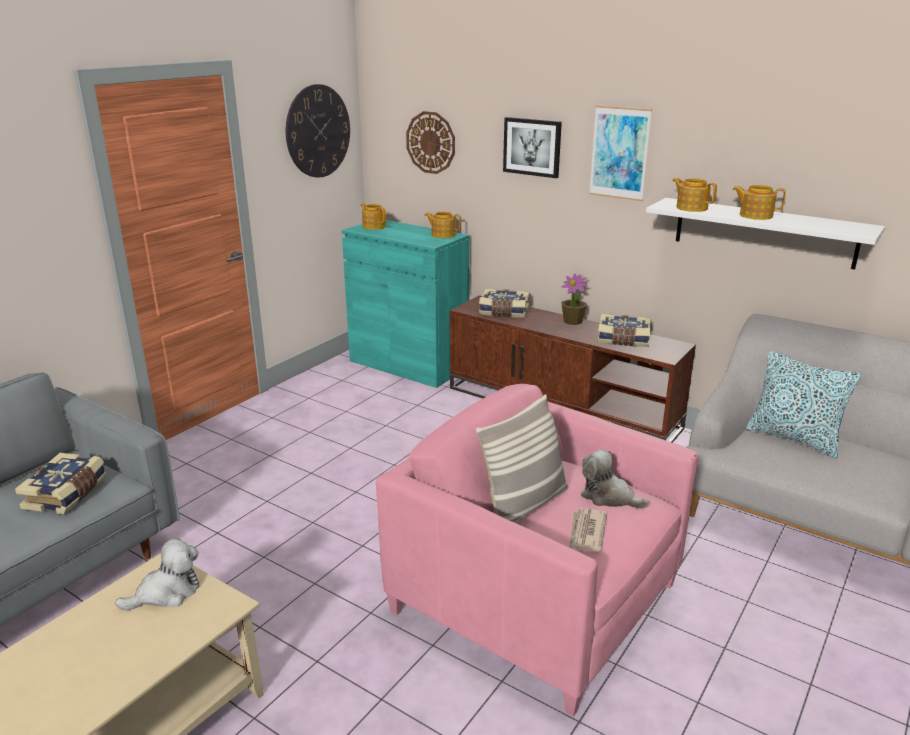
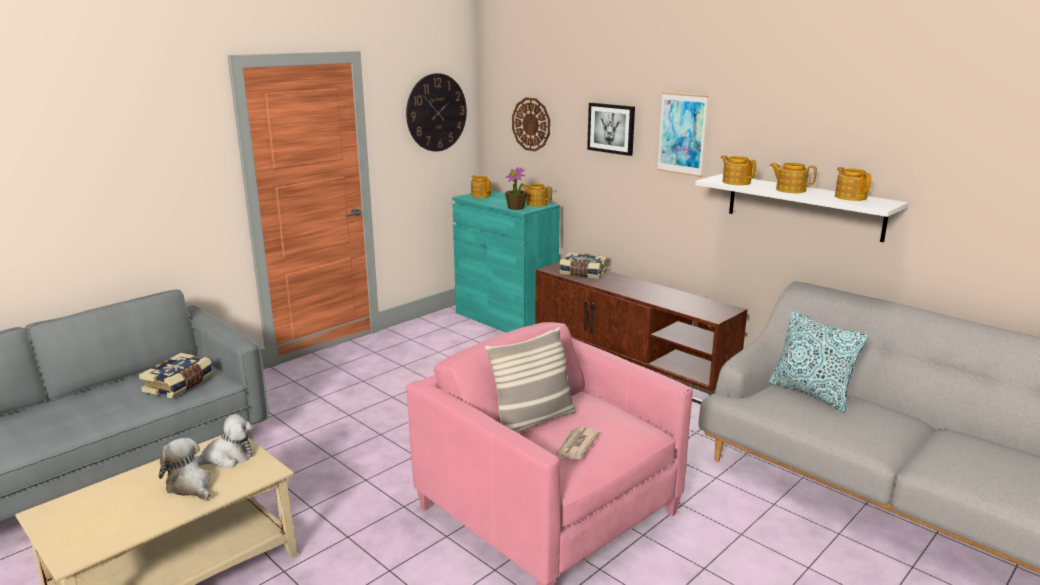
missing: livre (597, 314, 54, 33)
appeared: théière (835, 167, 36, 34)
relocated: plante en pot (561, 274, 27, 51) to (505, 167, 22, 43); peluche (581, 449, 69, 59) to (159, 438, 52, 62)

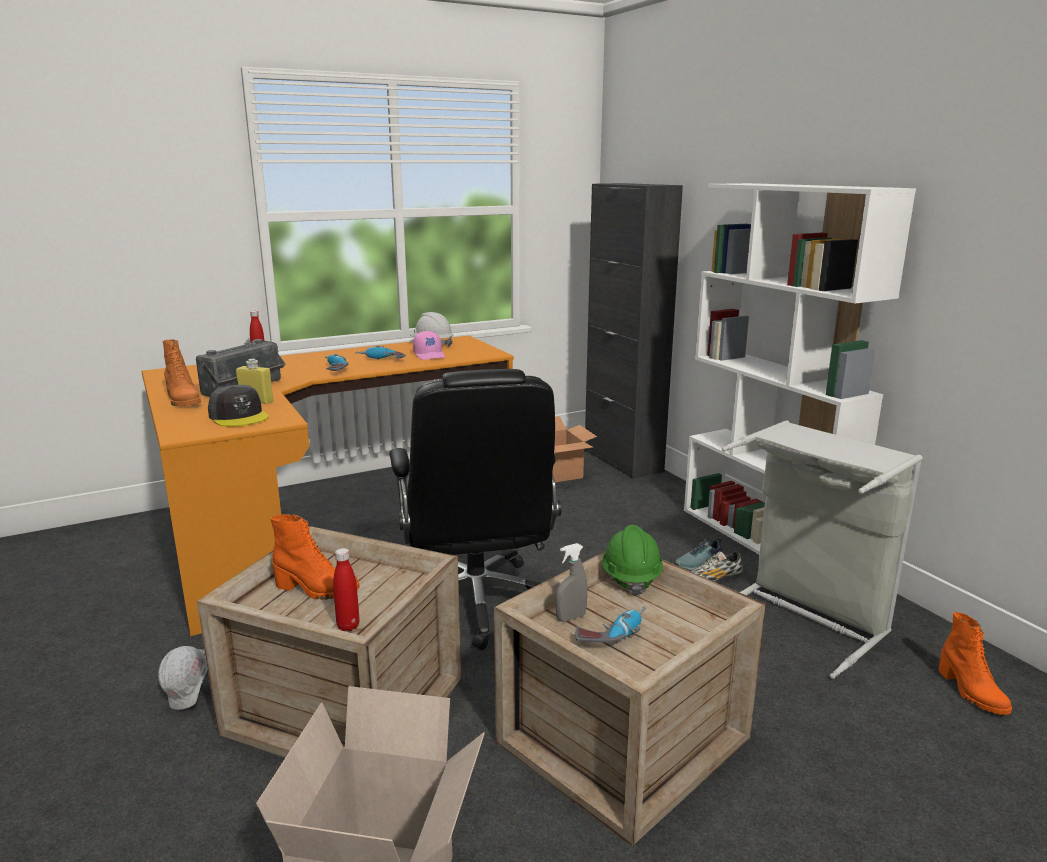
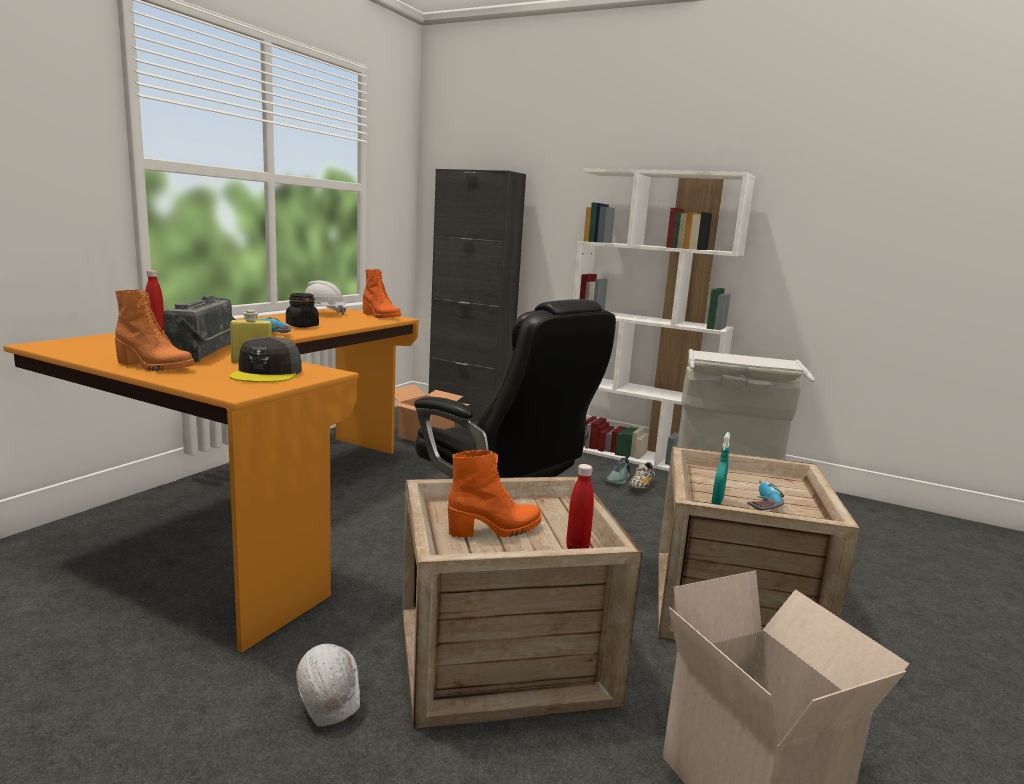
missing: casquette (rose) (413, 331, 32, 29); casque de chantier (vert) (602, 525, 61, 71)
relocated: botte (orange) (939, 612, 73, 103) to (363, 269, 38, 49)
exchanged: perceuse (356, 346, 50, 13) to bocal (noir) (286, 293, 33, 35)
colour: vaporisateur (gris) (555, 543, 33, 79) to vaporisateur (turquoise) (712, 432, 18, 73)
spun: casquette (gris) (208, 385, 61, 42) = (229, 336, 73, 46) 75 degrees clockwise

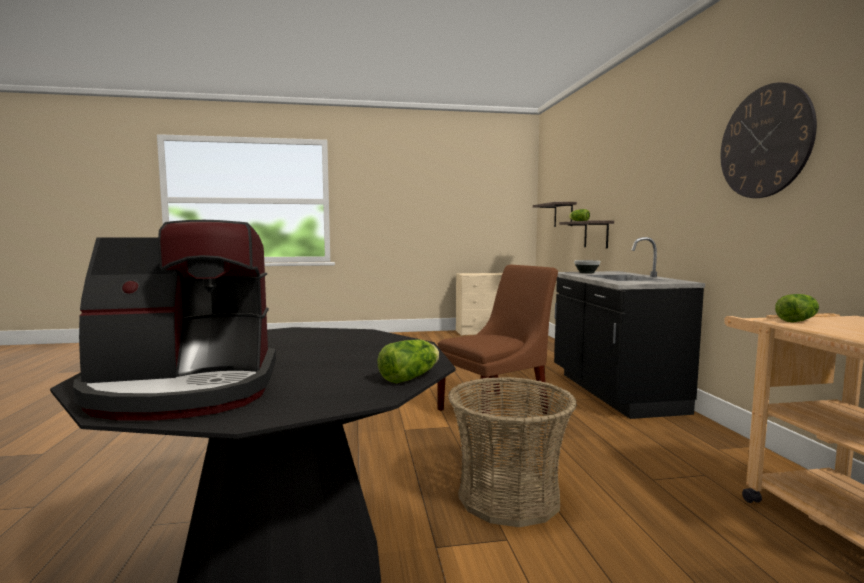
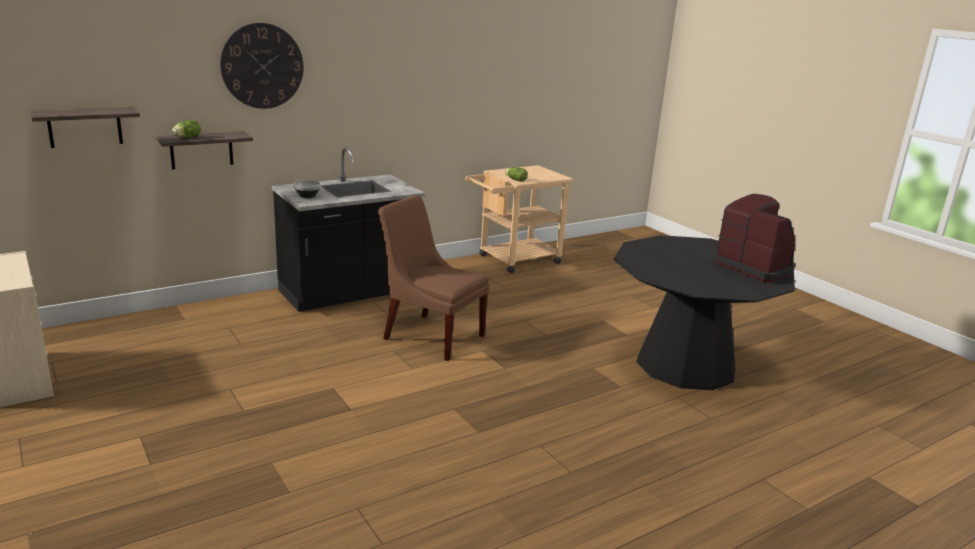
missing: laitue (377, 339, 62, 44); panier (448, 377, 129, 150)
relocated: horloge murale (721, 83, 96, 115) to (220, 23, 84, 86)

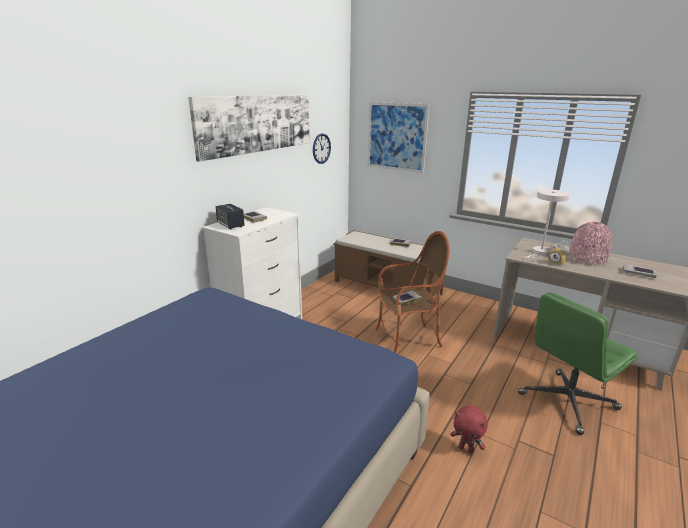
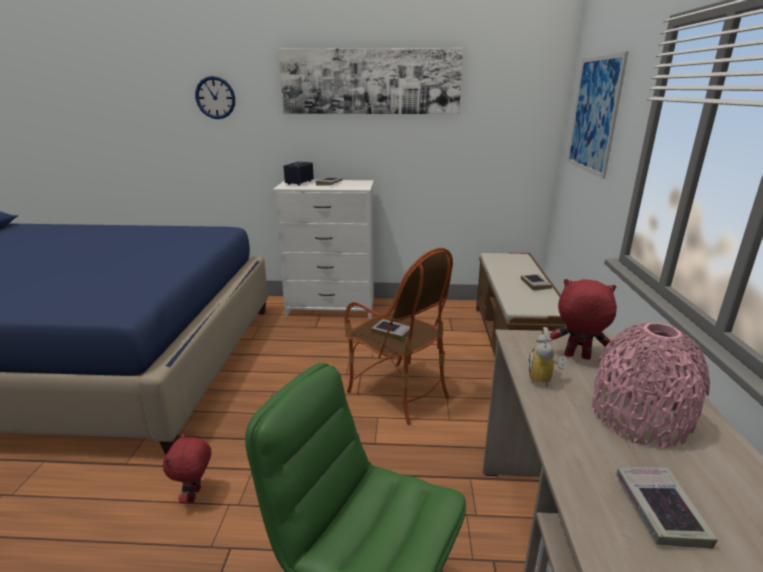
relocated: horloge murale (313, 133, 18, 31) to (195, 76, 40, 43)
exchanged: lampe de table (blanc) (524, 189, 46, 70) to peluche (rouge) (550, 279, 67, 81)

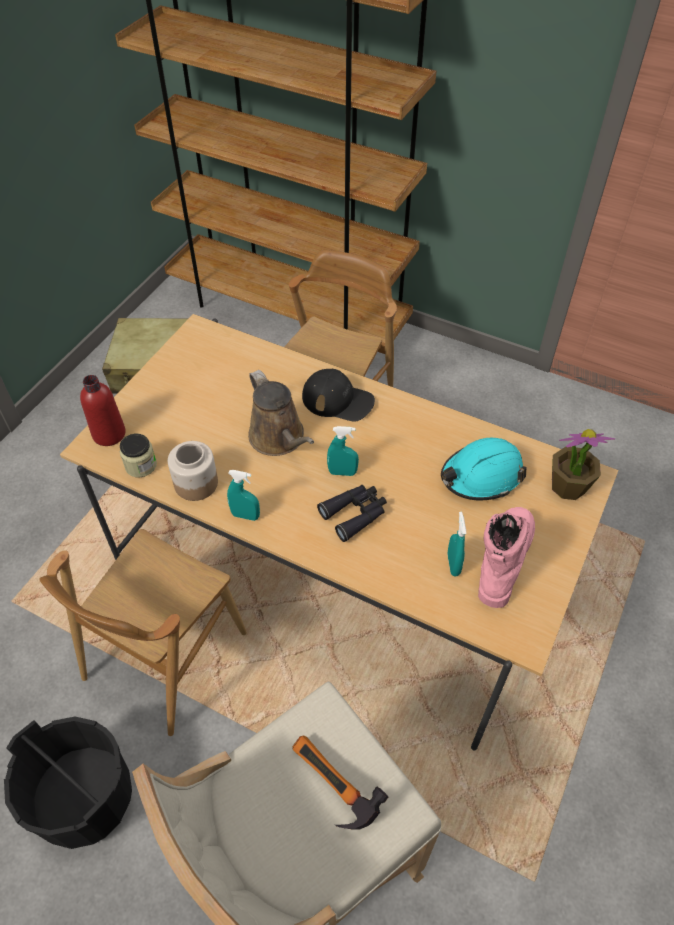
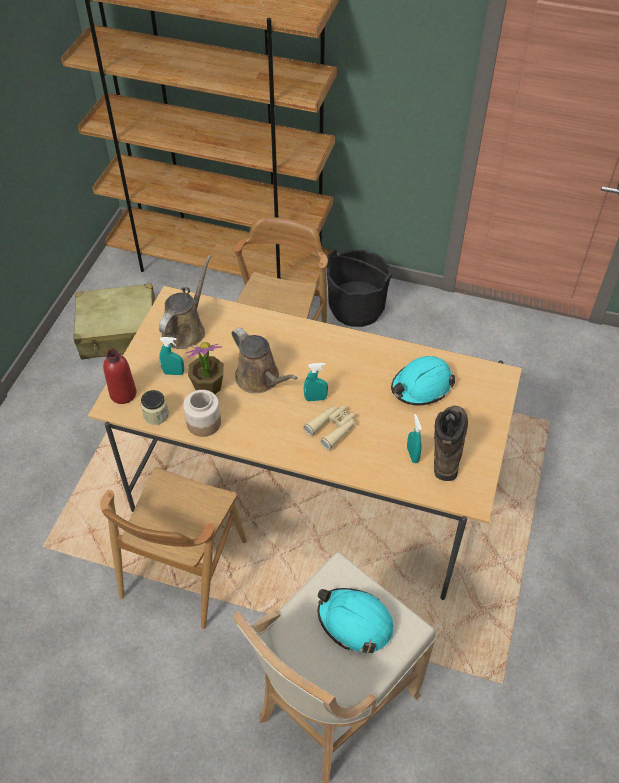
missing: casquette (noir) (302, 369, 73, 53)
appeared: arrosoir (marron) (159, 255, 52, 94)
relocated: seau (noir) (4, 717, 128, 132) to (327, 249, 67, 78); vaporisateur (turquoise) (227, 470, 33, 51) to (159, 337, 25, 38); plante en pot (552, 429, 64, 71) to (186, 342, 38, 52)
exchanged: marteau (292, 735, 96, 95) to casque de chantier (turquoise) (318, 588, 76, 65)
colour: jumelles (noir) (317, 485, 70, 57) to jumelles (beige) (303, 405, 52, 45); botte (rose) (478, 507, 57, 101) to botte (marron) (434, 406, 34, 75)

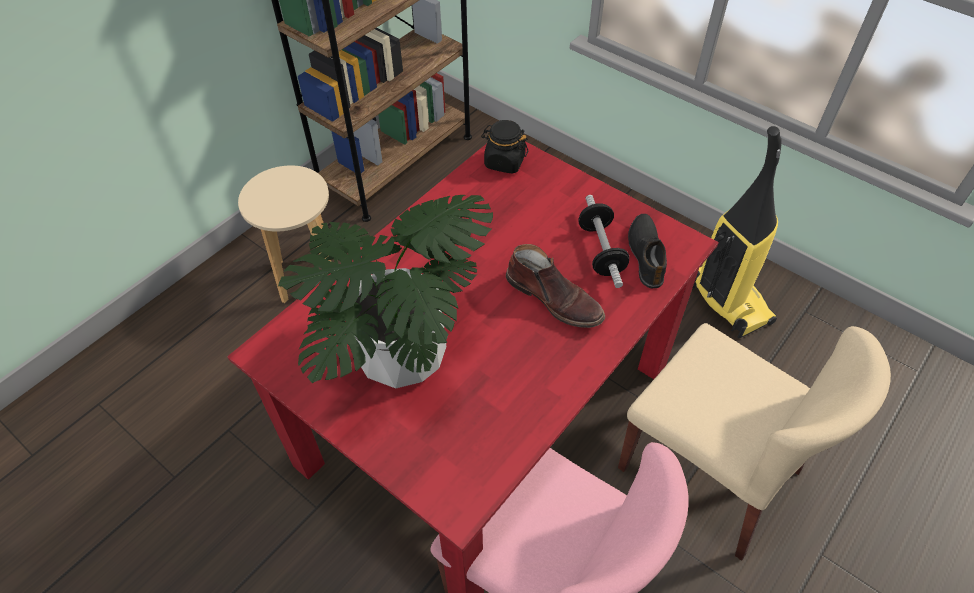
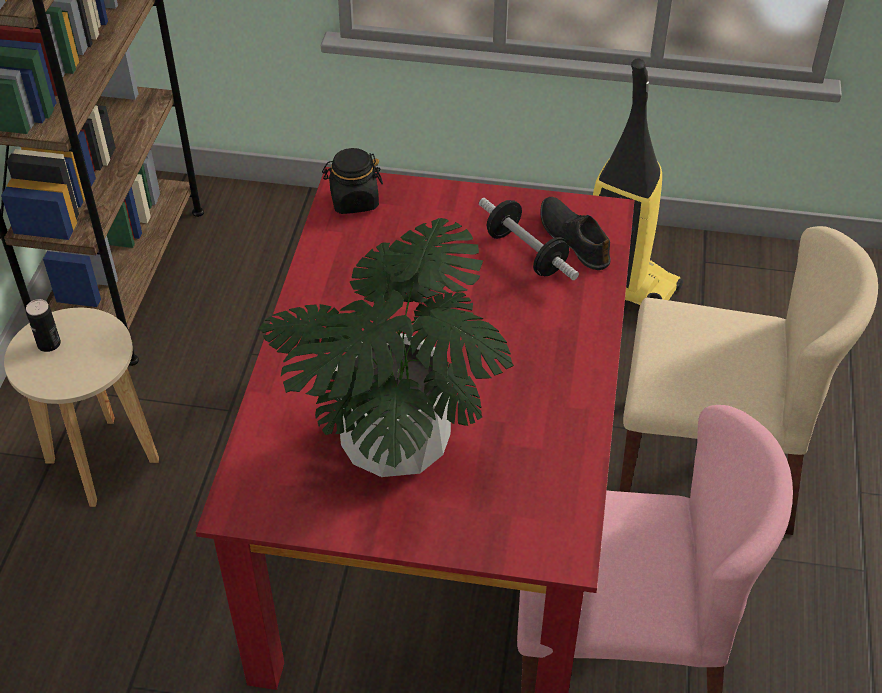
missing: botte (marron) (506, 244, 99, 84)
appeared: boîte métallique (26, 299, 35, 53)

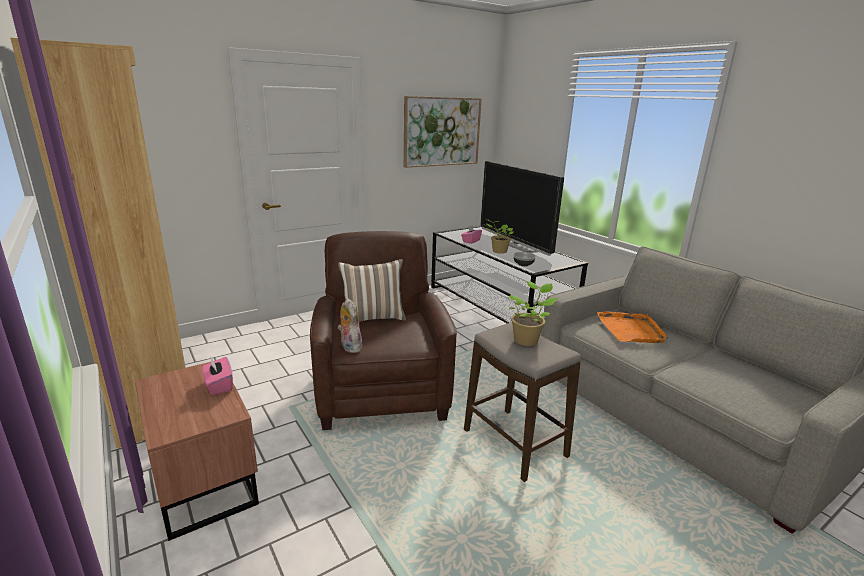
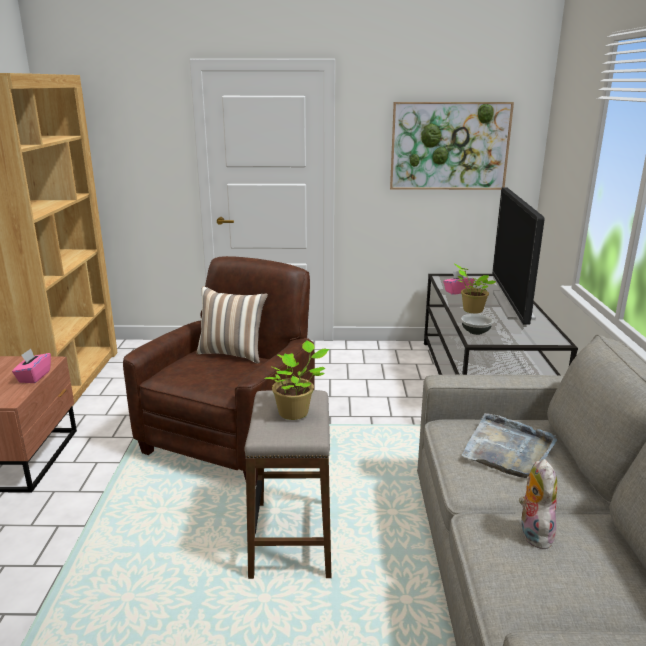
relocated: peluche (338, 298, 24, 55) to (519, 459, 38, 90)
colour: plateau (orange) (597, 311, 71, 32) to plateau (gris) (461, 413, 96, 65)

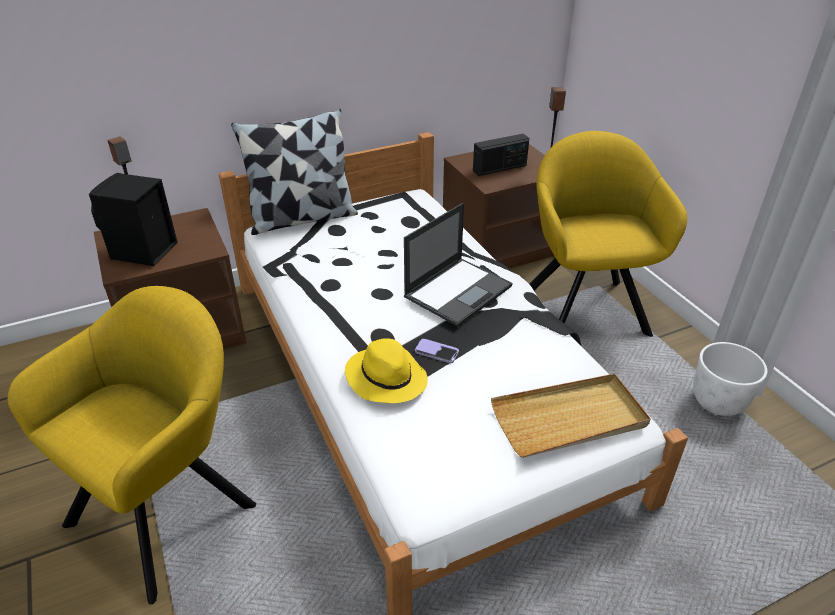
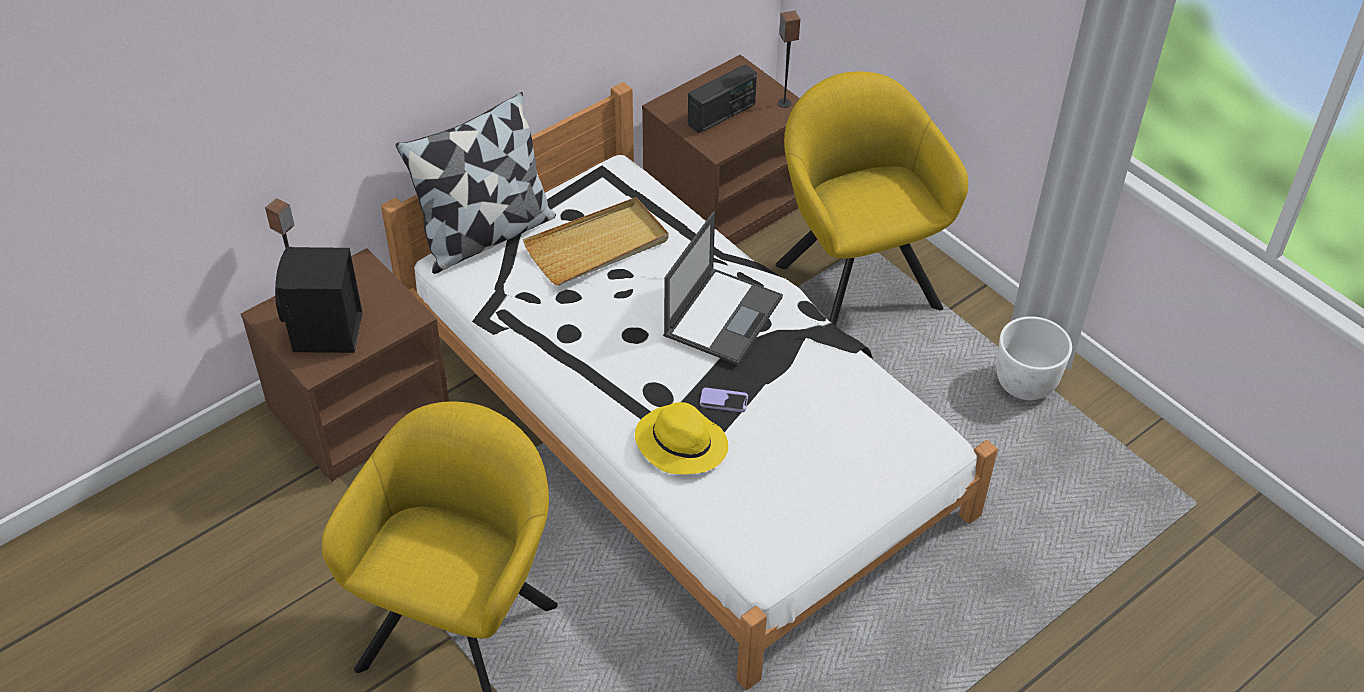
relocated: plateau (beige) (491, 374, 160, 84) to (523, 197, 145, 89)

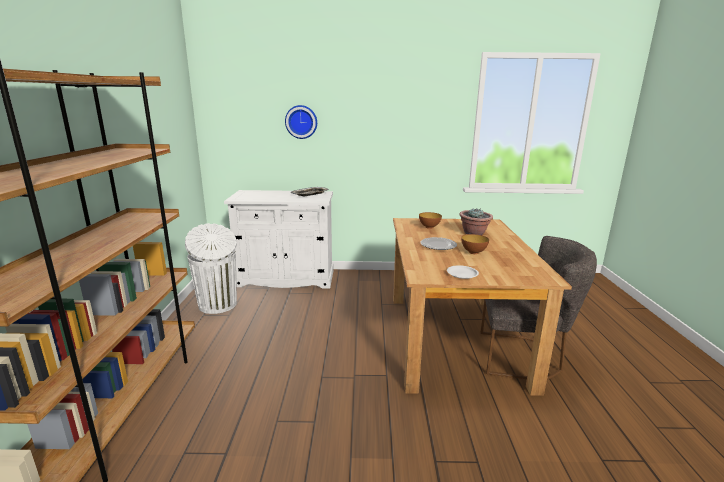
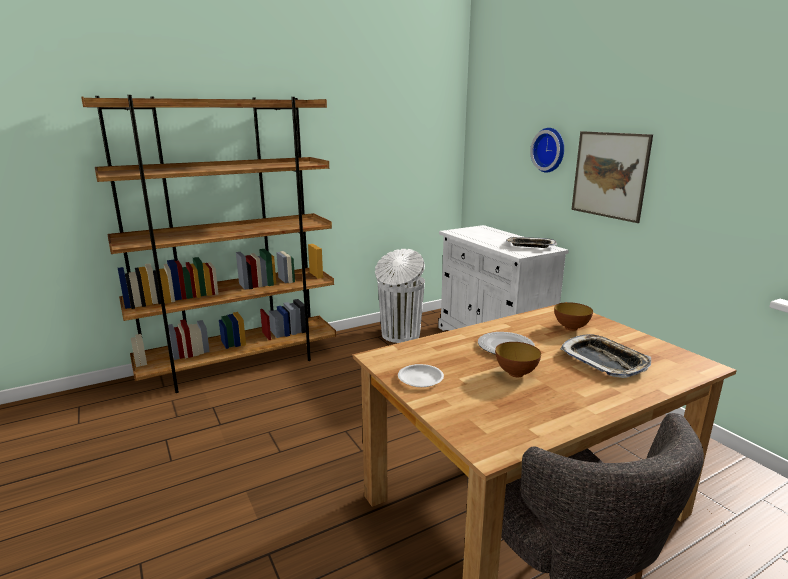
appeared: tableau (571, 131, 82, 92)
exchanged: plante en pot (459, 208, 34, 27) to plateau (560, 334, 91, 44)

